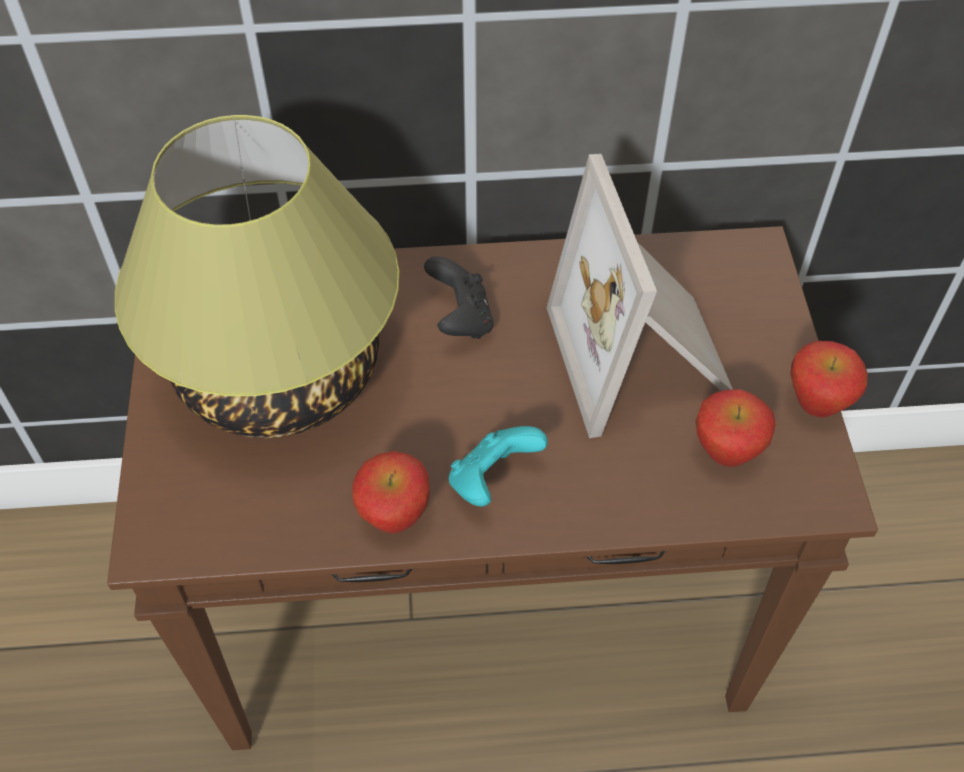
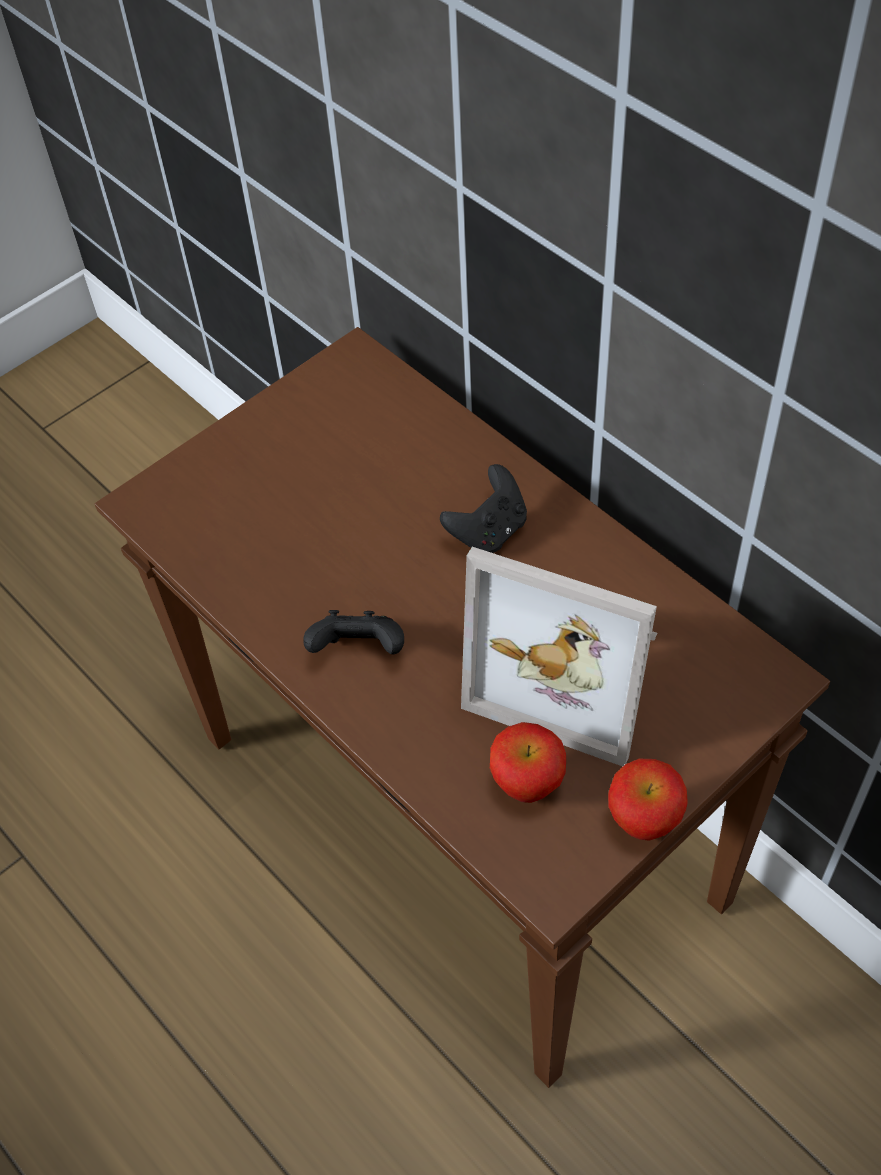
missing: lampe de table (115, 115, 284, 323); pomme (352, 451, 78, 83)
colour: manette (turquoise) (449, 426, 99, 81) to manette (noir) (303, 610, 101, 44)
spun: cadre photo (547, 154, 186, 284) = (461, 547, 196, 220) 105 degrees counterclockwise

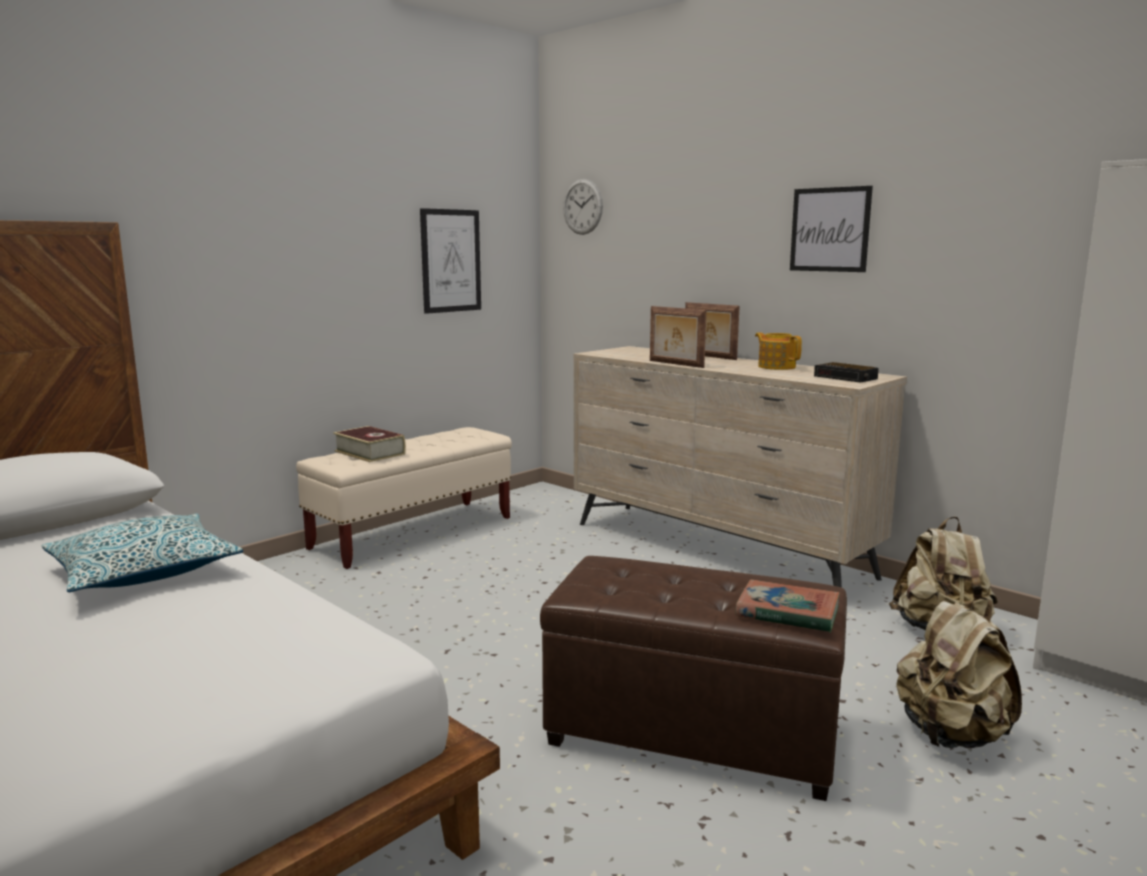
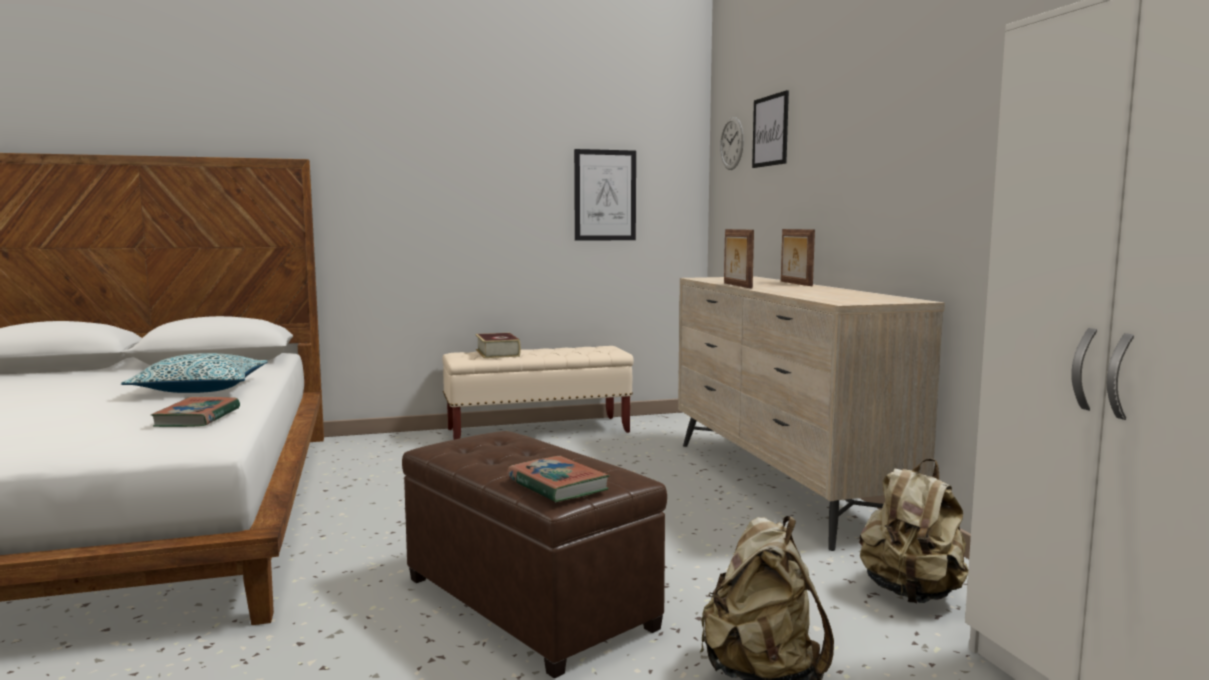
missing: théière (755, 332, 47, 38); réveil (814, 362, 65, 21)
appeared: livre (151, 397, 89, 30)
relocated: tableau (790, 186, 83, 86) to (752, 90, 37, 78)

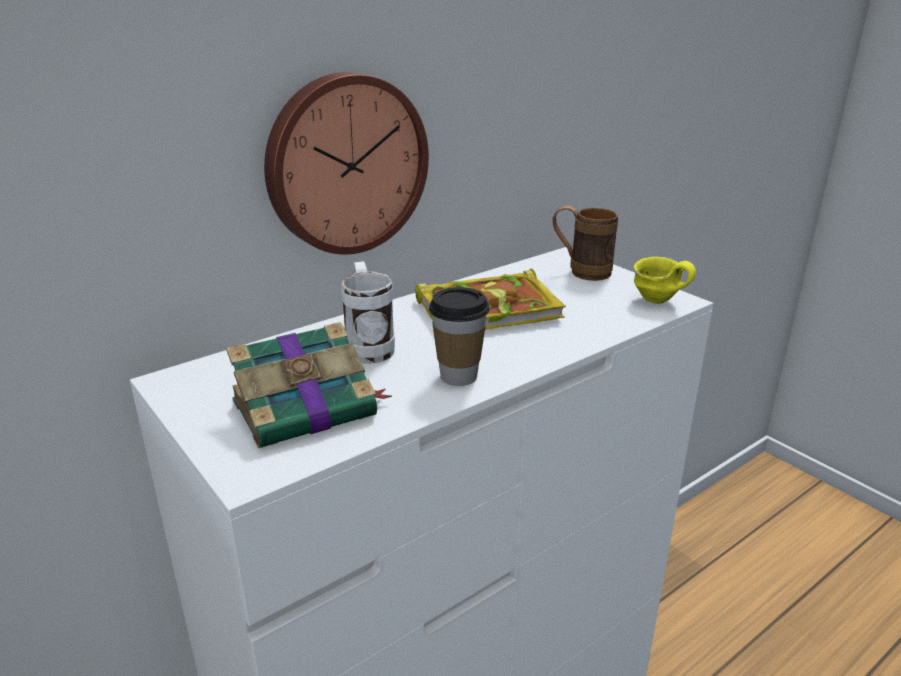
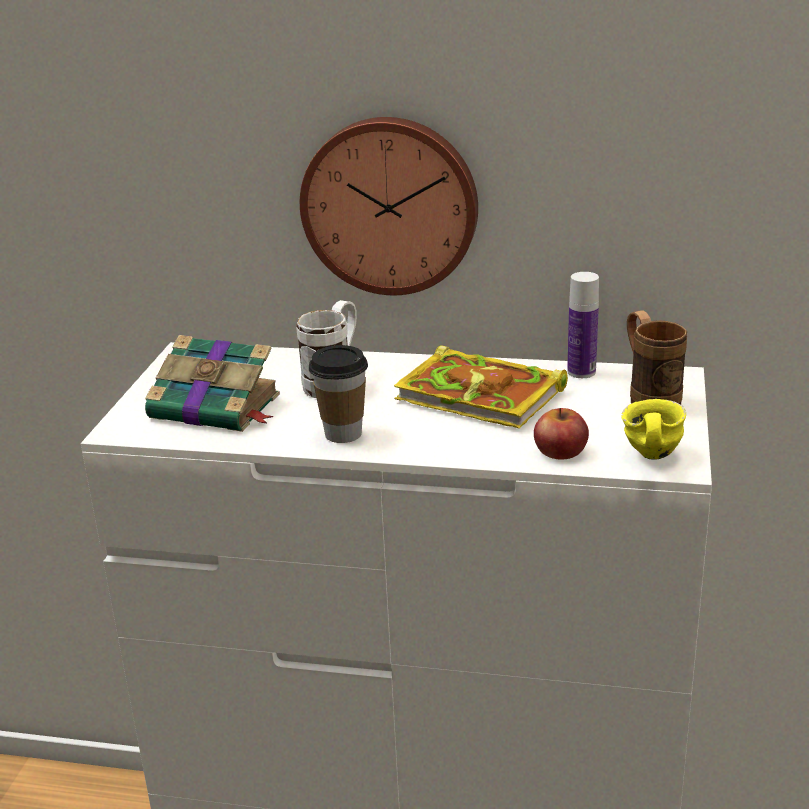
appeared: pomme (534, 408, 55, 52); bouteille (567, 272, 32, 106)

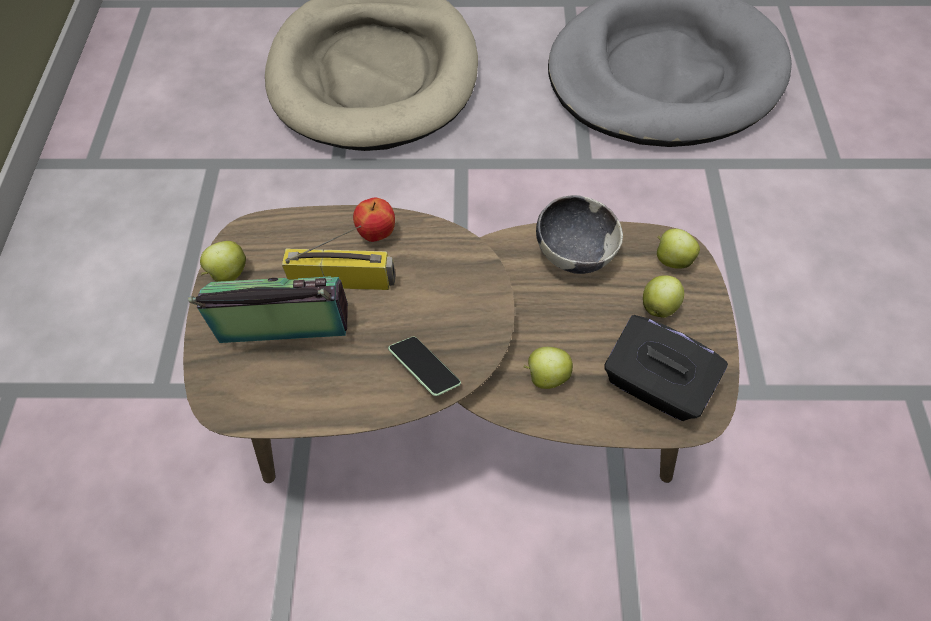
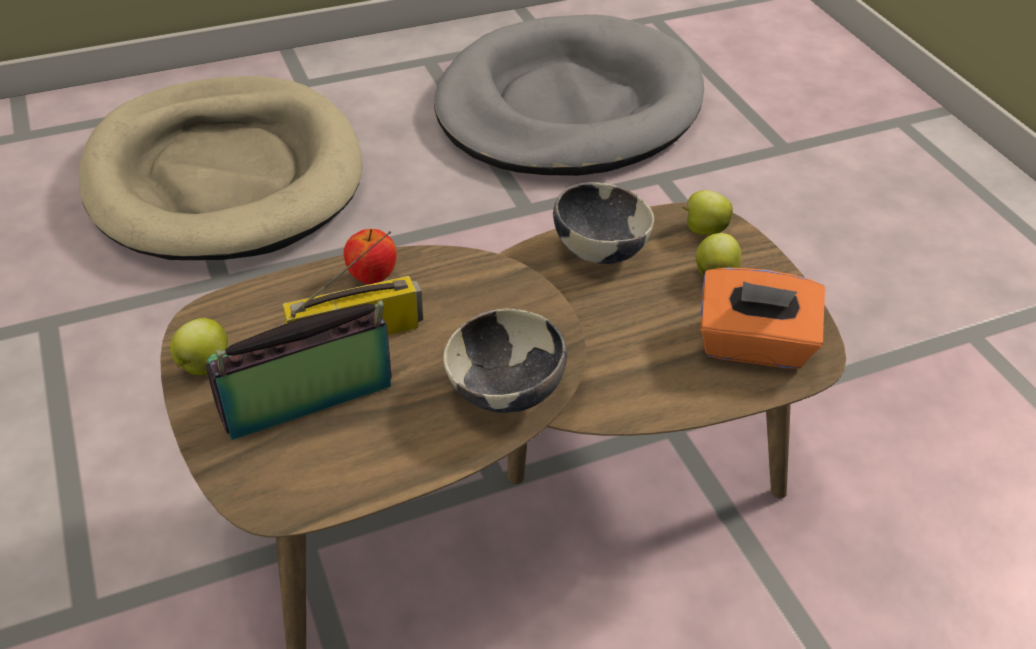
missing: pomme (523, 347, 50, 42)
exchanged: téléphone (388, 337, 73, 59) to bol (443, 308, 124, 105)
colour: boîte à mouchoirs (noir) (604, 315, 124, 106) to boîte à mouchoirs (orange) (700, 268, 125, 101)

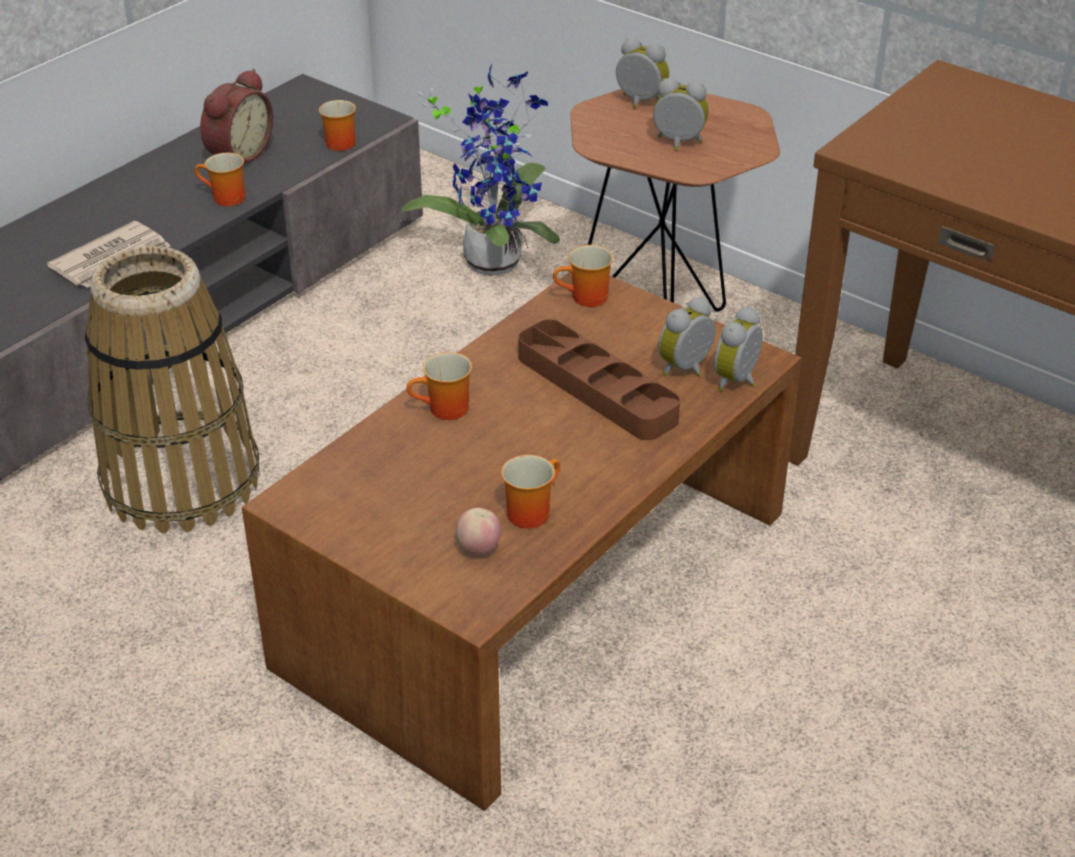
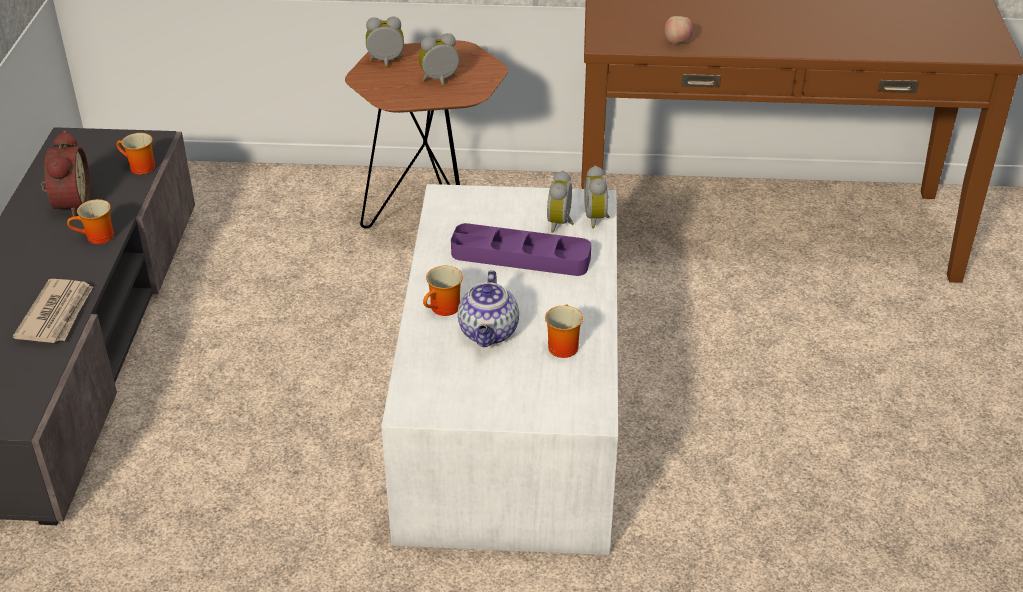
missing: panier (85, 246, 175, 287); plante en pot (401, 65, 159, 211); mug (553, 245, 61, 62)
appeared: théière (458, 270, 61, 77)
relocated: pomme (456, 508, 45, 46) to (665, 16, 28, 28)
colour: table basse (marron) (242, 272, 559, 539) to table basse (blanc) (381, 184, 237, 371); plateau (marron) (518, 319, 162, 121) to plateau (violet) (451, 223, 140, 53)

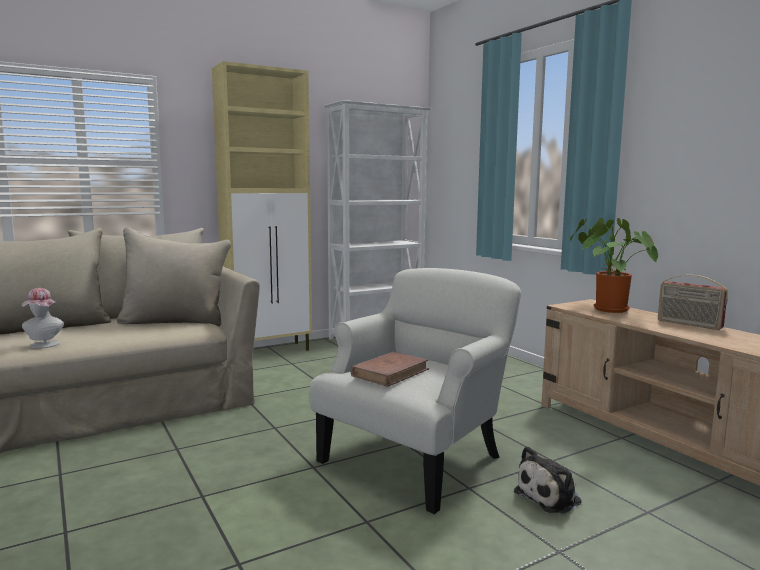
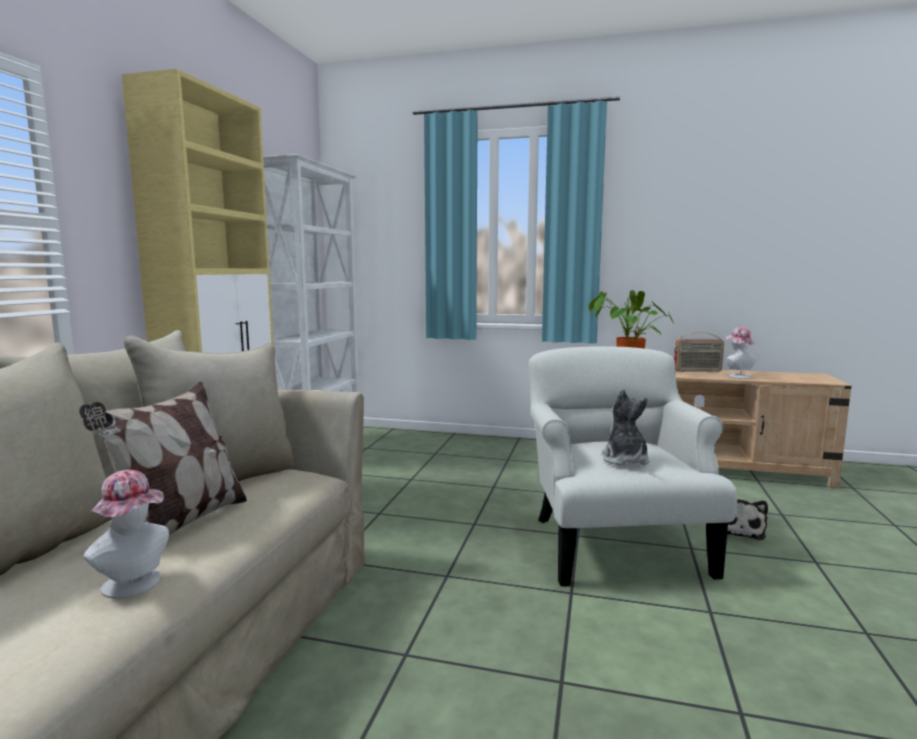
appeared: coussin (79, 382, 168, 154); chapeau (726, 327, 31, 52)
exchanged: livre (marron) (350, 352, 79, 35) to peluche (602, 389, 48, 77)

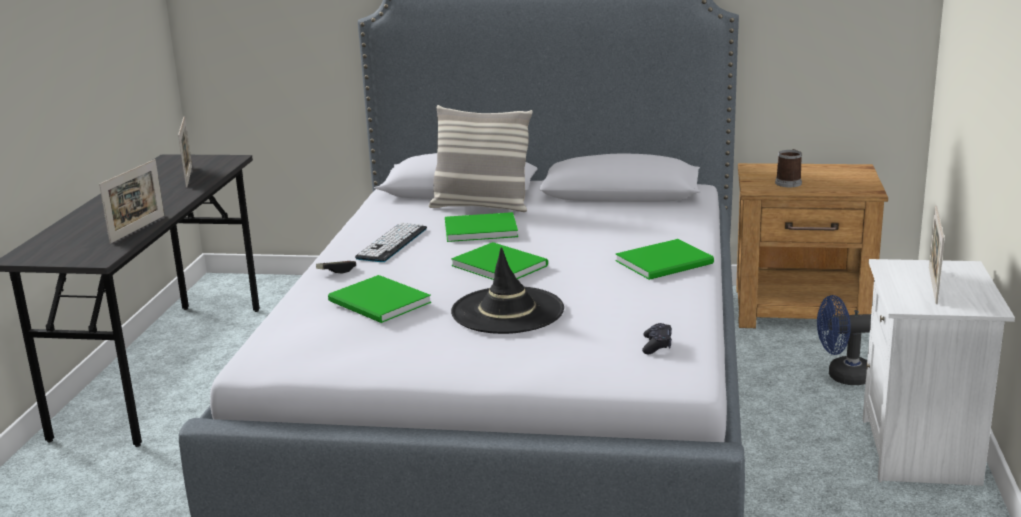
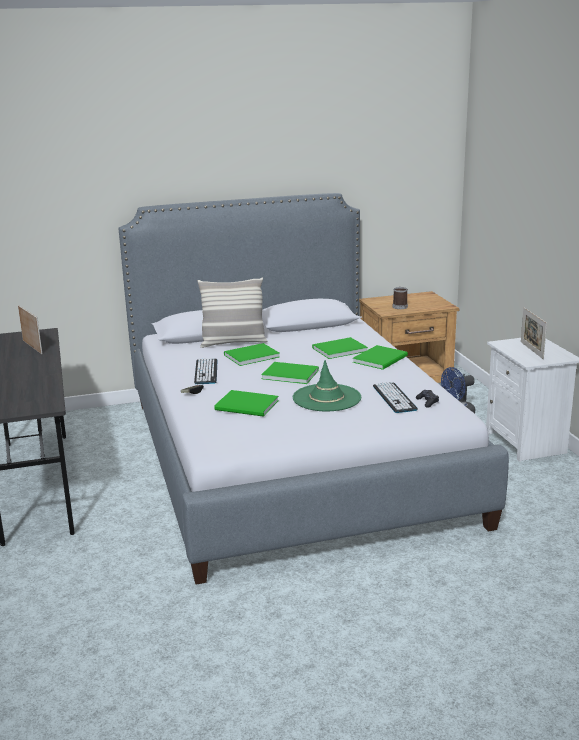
missing: cadre photo (99, 159, 65, 85)
appeared: livre (vert) (312, 337, 56, 22); clavier (373, 382, 45, 31)
colour: chapeau (noir) (451, 247, 113, 87) to chapeau (vert) (293, 360, 68, 52)

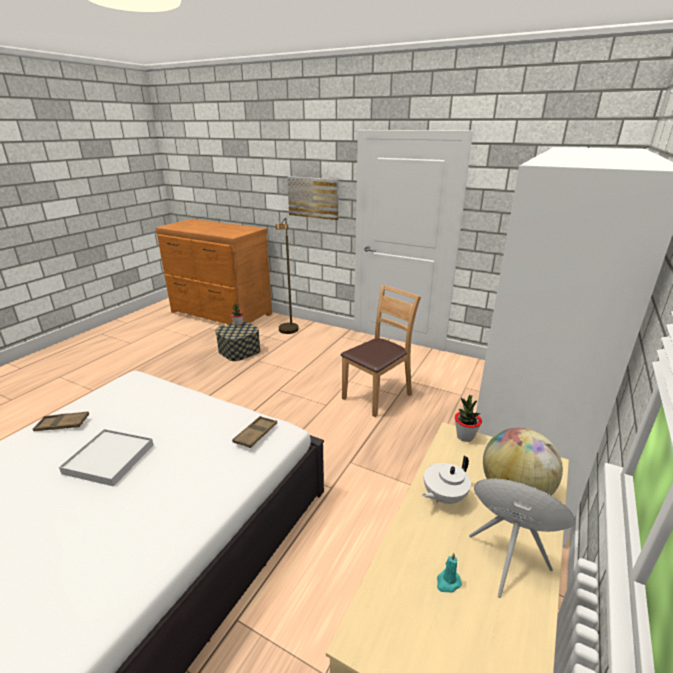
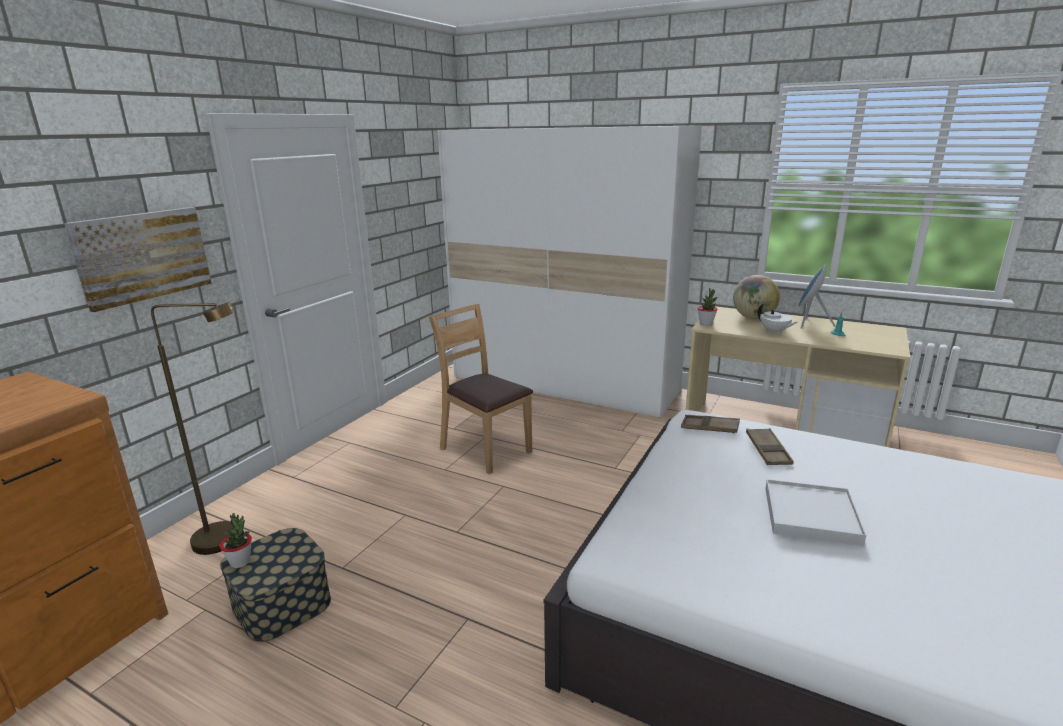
relocated: plateau (marron) (33, 411, 56, 20) to (746, 428, 48, 37)

